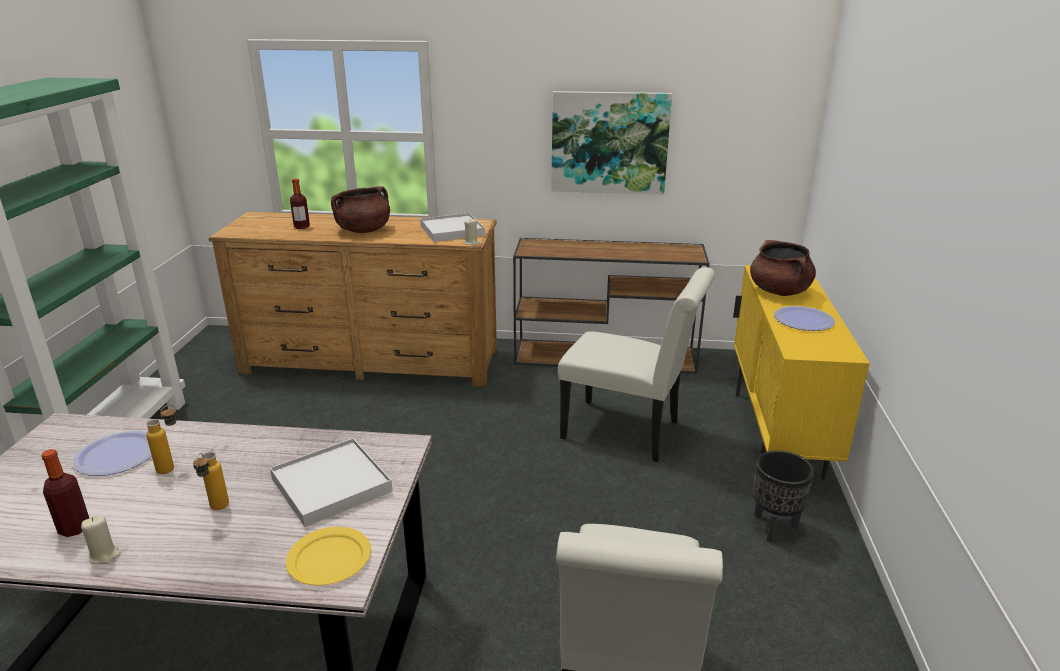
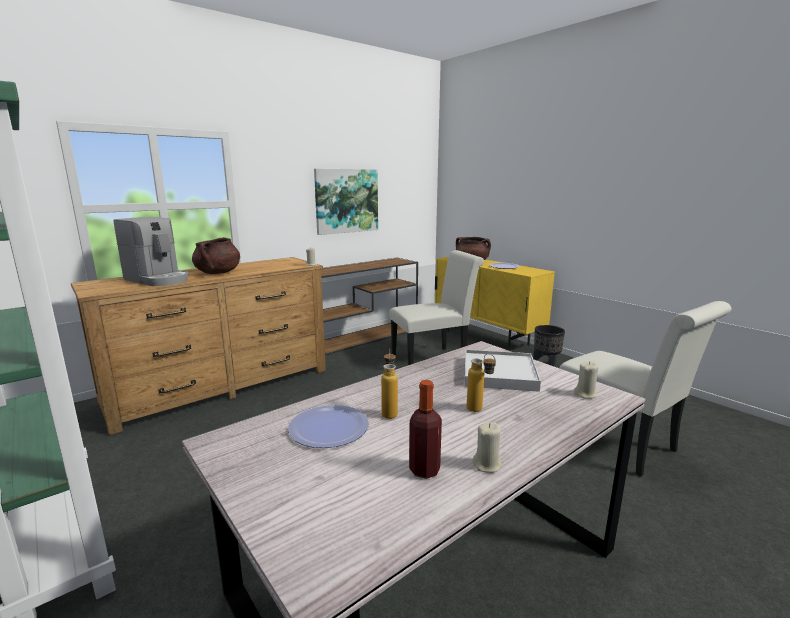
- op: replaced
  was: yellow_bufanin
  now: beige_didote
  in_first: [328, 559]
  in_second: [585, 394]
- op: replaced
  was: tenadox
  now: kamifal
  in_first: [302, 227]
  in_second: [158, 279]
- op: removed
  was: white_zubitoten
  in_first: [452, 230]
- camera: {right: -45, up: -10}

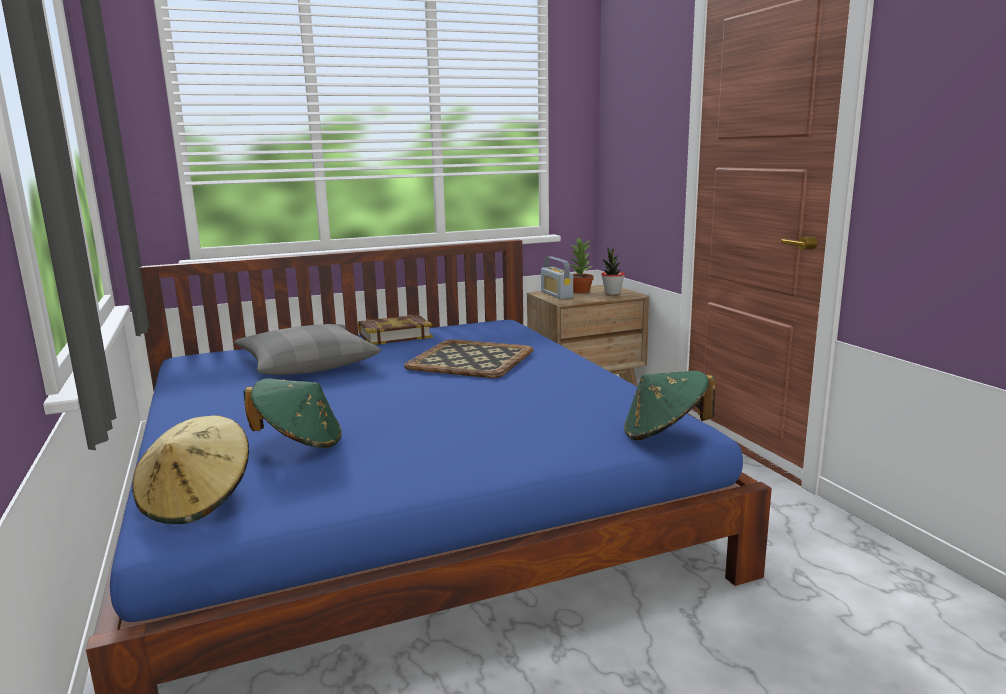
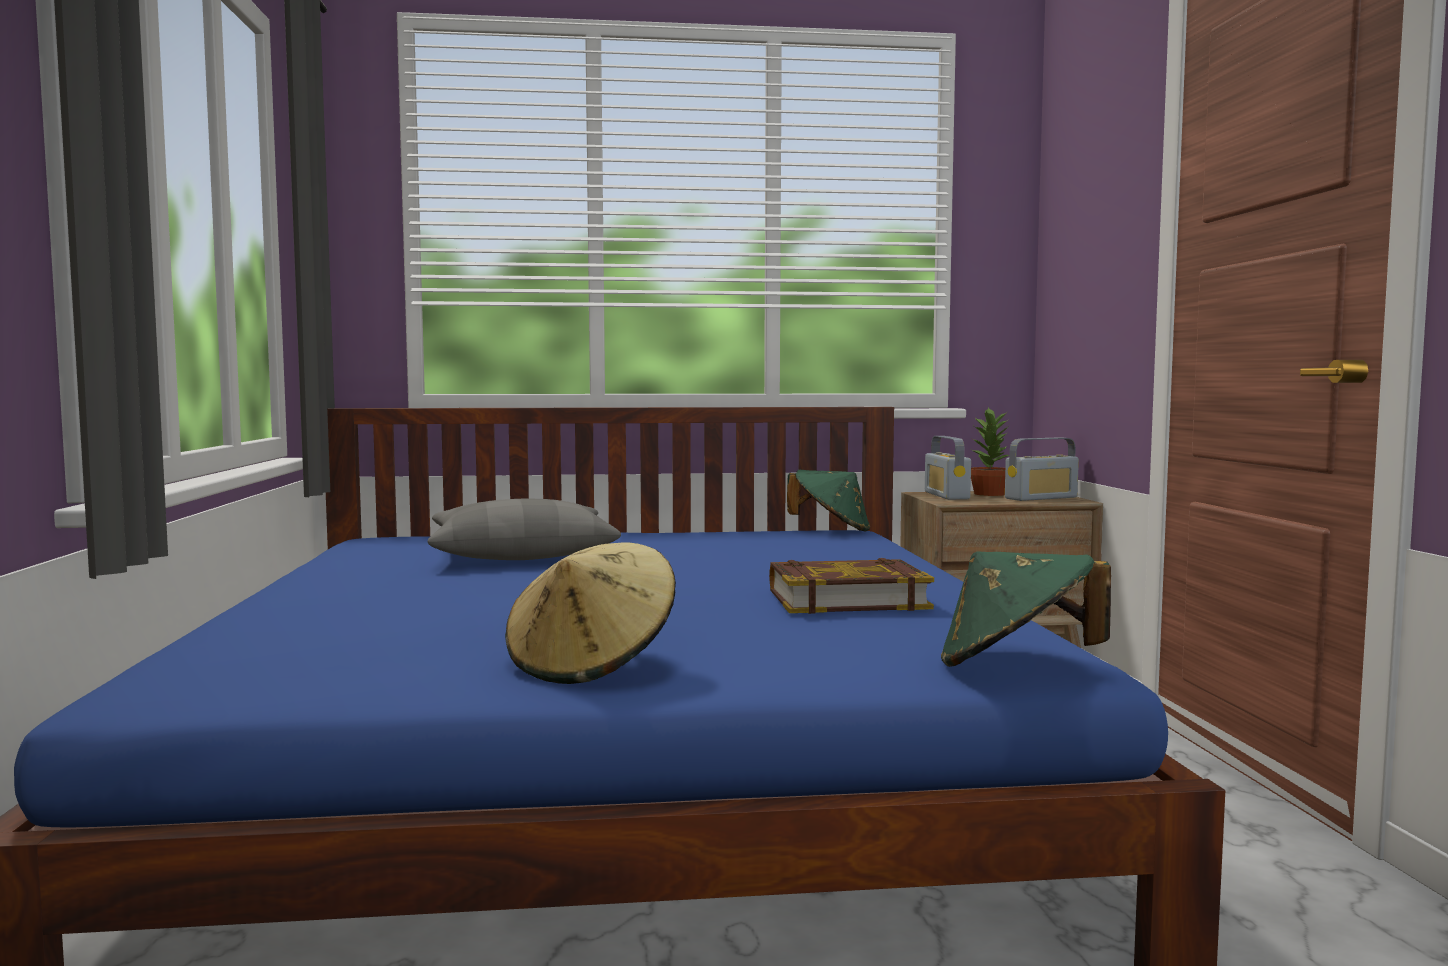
- op: moved
  was: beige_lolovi
  in_first: [197, 501]
  in_second: [592, 664]
- op: moved
  was: green_lolovi
  in_first: [299, 442]
  in_second: [831, 529]
- op: moved
  was: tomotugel
  in_first: [394, 335]
  in_second: [847, 599]
- op: removed
  was: zubitoten
  in_first: [469, 359]
- op: replaced
  was: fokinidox
  now: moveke
  in_first: [612, 293]
  in_second: [1041, 498]
- camera: {right: 15, up: -10}

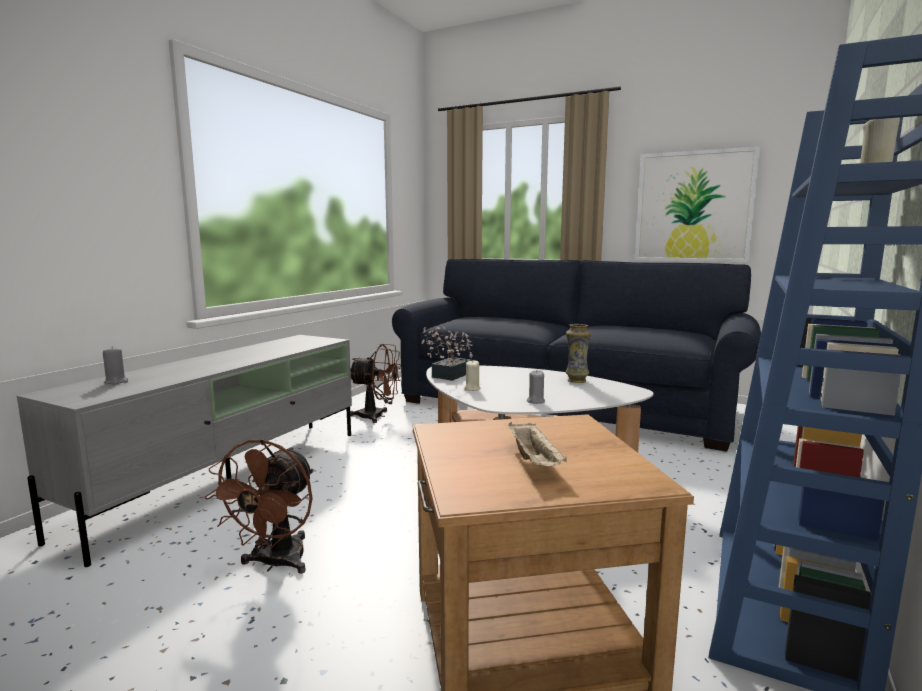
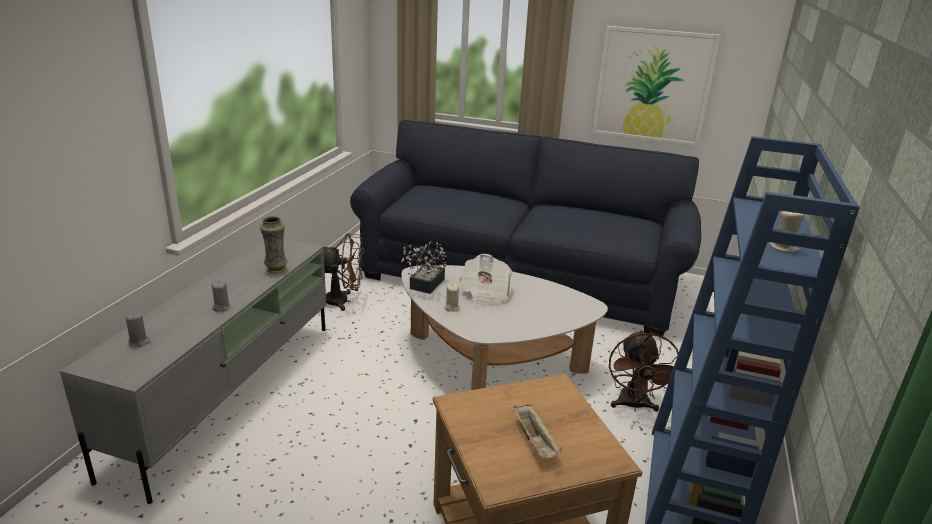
- op: moved
  was: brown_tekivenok
  in_first: [275, 564]
  in_second: [634, 406]
- op: moved
  was: grey_didote
  in_first: [535, 401]
  in_second: [221, 307]
- op: moved
  was: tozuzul
  in_first: [576, 380]
  in_second: [276, 269]
- op: added
  now: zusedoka
  in_second: [485, 294]
- camera: {right: -10, up: 15}

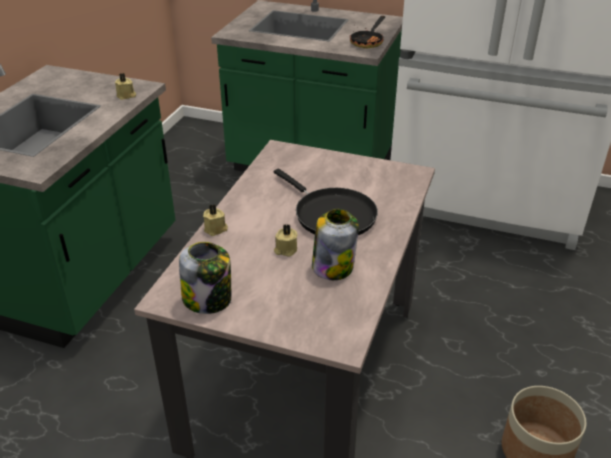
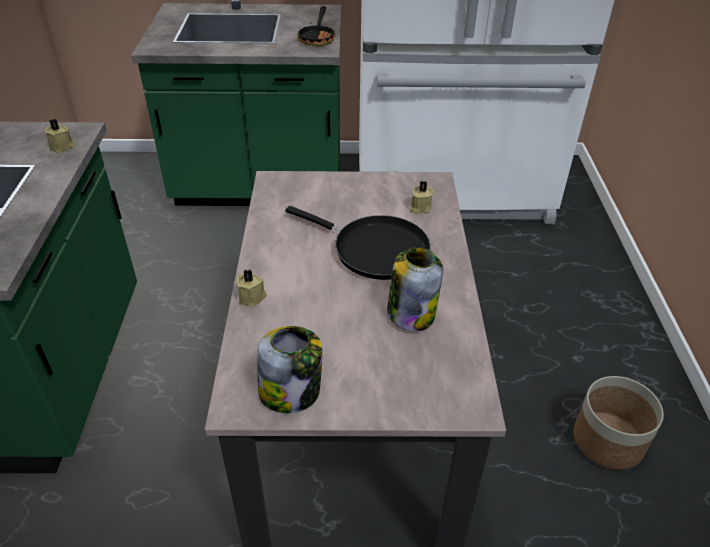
- op: moved
  was: beige_didote
  in_first: [285, 250]
  in_second: [419, 207]
- camera: {right: -20, up: 5}

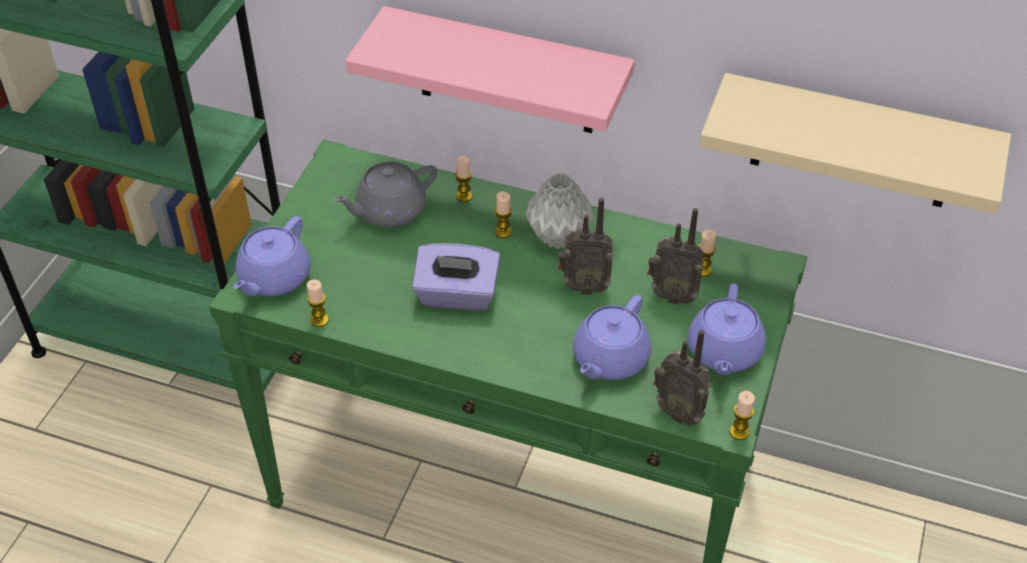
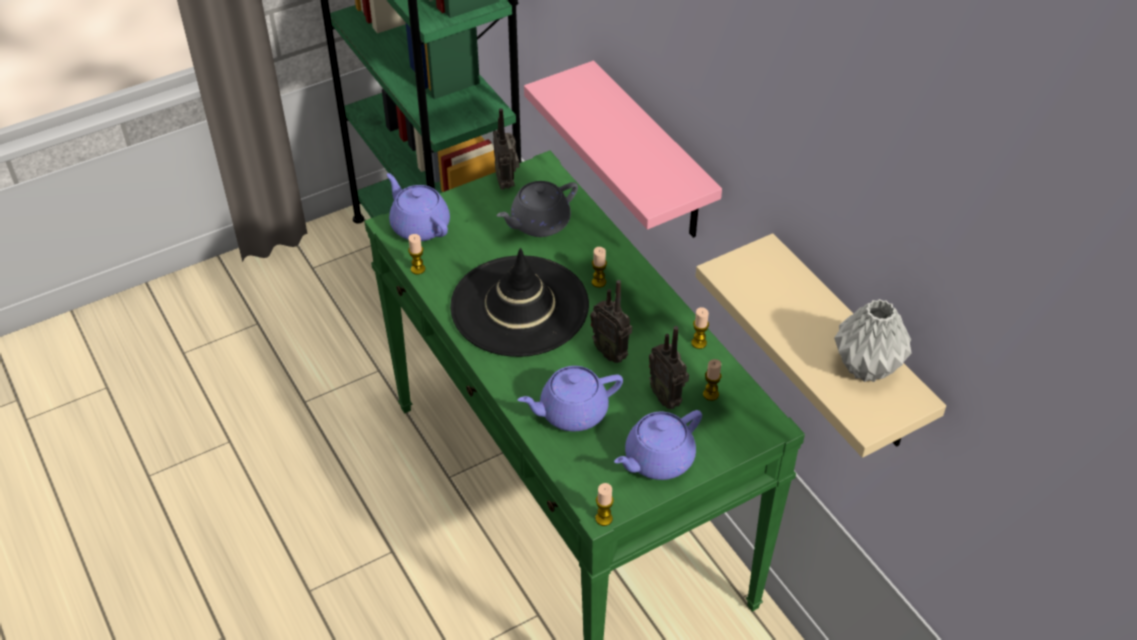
- op: turned
  was: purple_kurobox
  in_first: [273, 278]
  in_second: [419, 225]
  clockwise: 75
- op: turned
  was: grey_kurobox
  in_first: [389, 211]
  in_second: [538, 223]
  clockwise: -45
- op: replaced
  was: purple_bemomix
  now: black_lolovi
  in_first: [457, 296]
  in_second: [519, 306]
- op: moved
  was: didote
  in_first: [464, 196]
  in_second: [699, 343]
- op: moved
  was: grey_tozuzul
  in_first: [558, 237]
  in_second: [865, 368]
- op: moved
  was: moveke
  in_first: [679, 412]
  in_second: [507, 182]
- camera: {right: 40, up: 0}

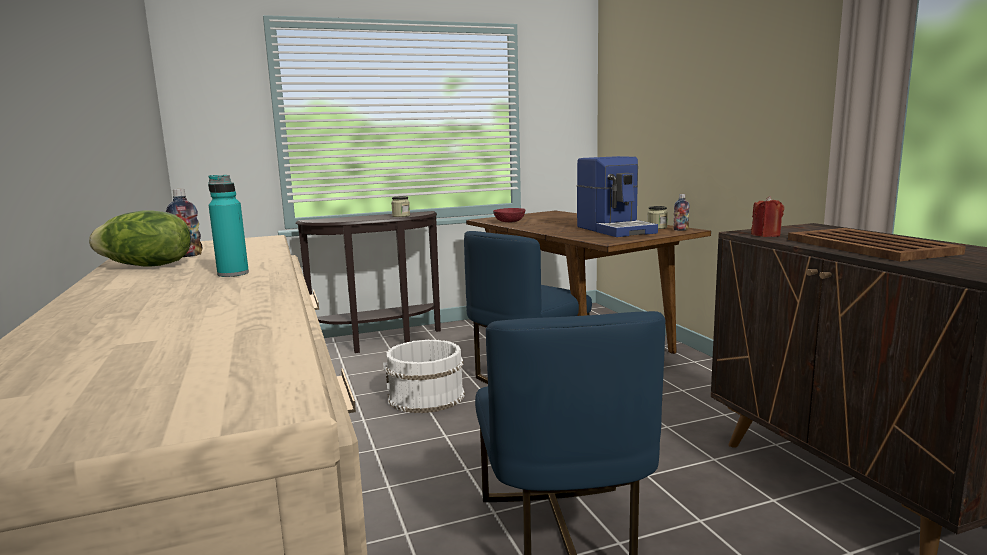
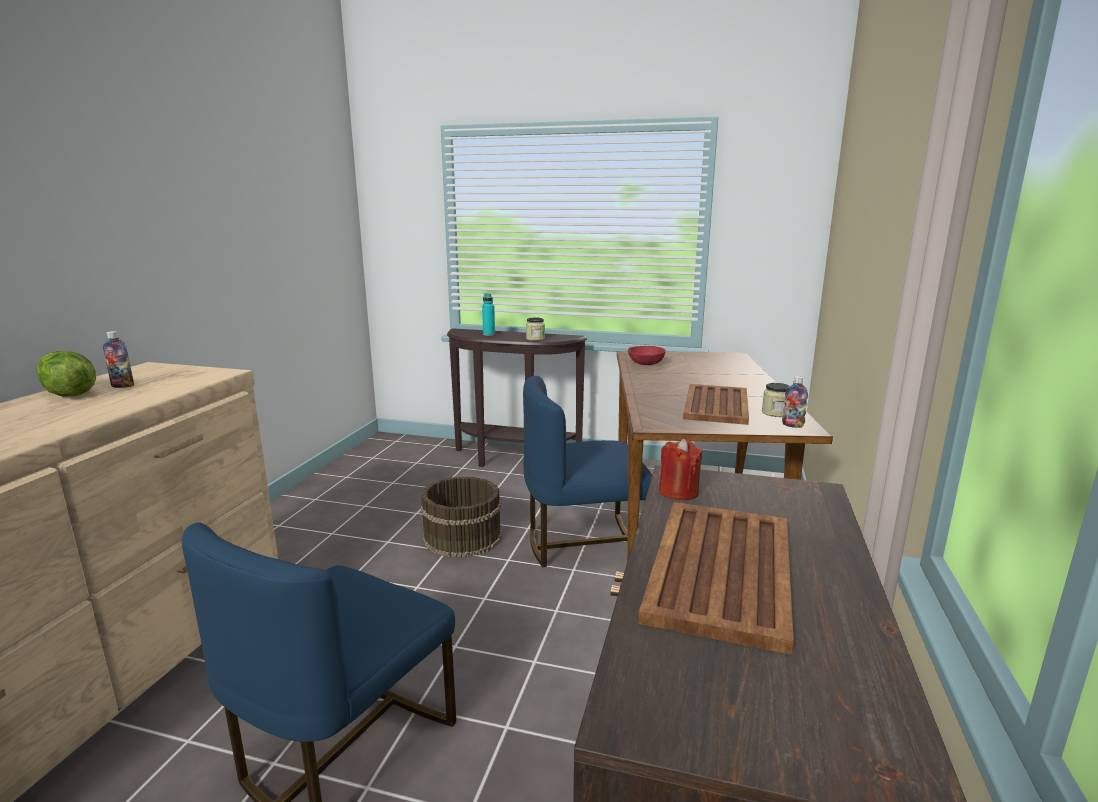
- op: moved
  was: turquoise_tenadox
  in_first: [233, 274]
  in_second: [489, 334]
- op: recoloured
  was: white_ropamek
  now: brown_ropamek
  in_first: [426, 397]
  in_second: [462, 537]
- op: replaced
  was: kamifal
  now: brown_zubitoten
  in_first: [615, 229]
  in_second: [716, 405]
- camera: {right: 35, up: 5}

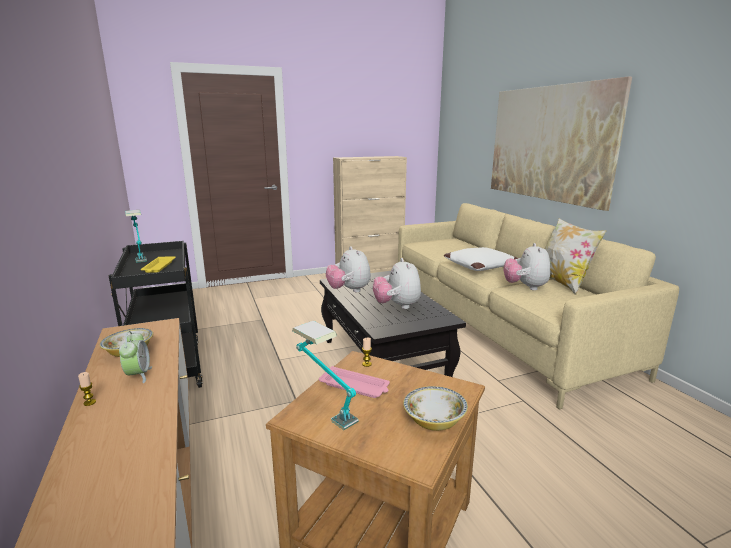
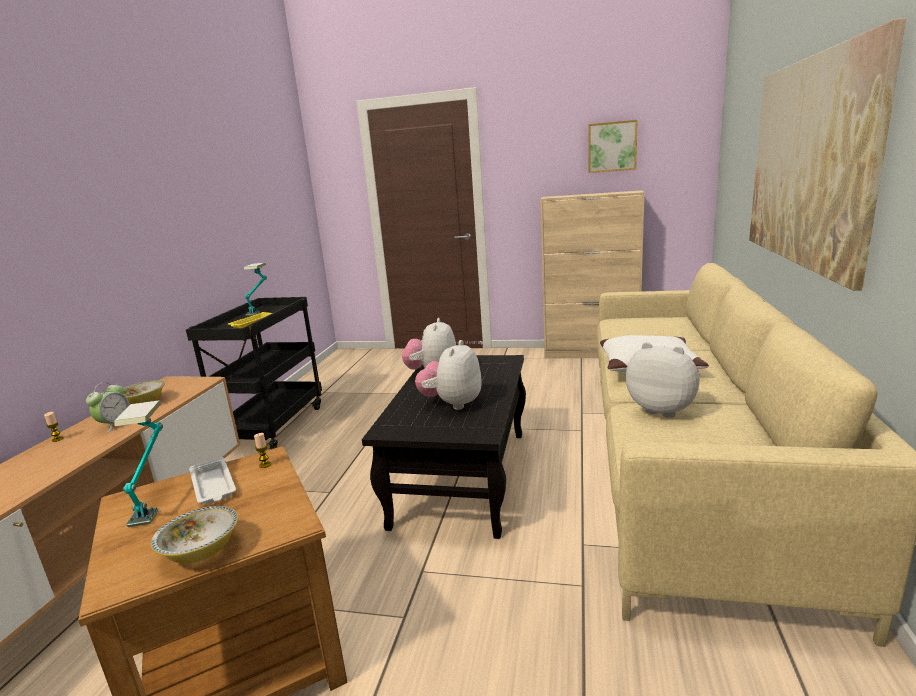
- op: recoloured
  was: pink_zubitoten
  now: white_zubitoten
  in_first: [355, 386]
  in_second: [213, 486]
- op: turned
  was: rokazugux
  in_first: [525, 287]
  in_second: [663, 409]
  clockwise: 90
- op: removed
  was: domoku
  in_first: [562, 283]
- op: added
  now: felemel
  in_second: [612, 146]
- camera: {right: 35, up: 0}

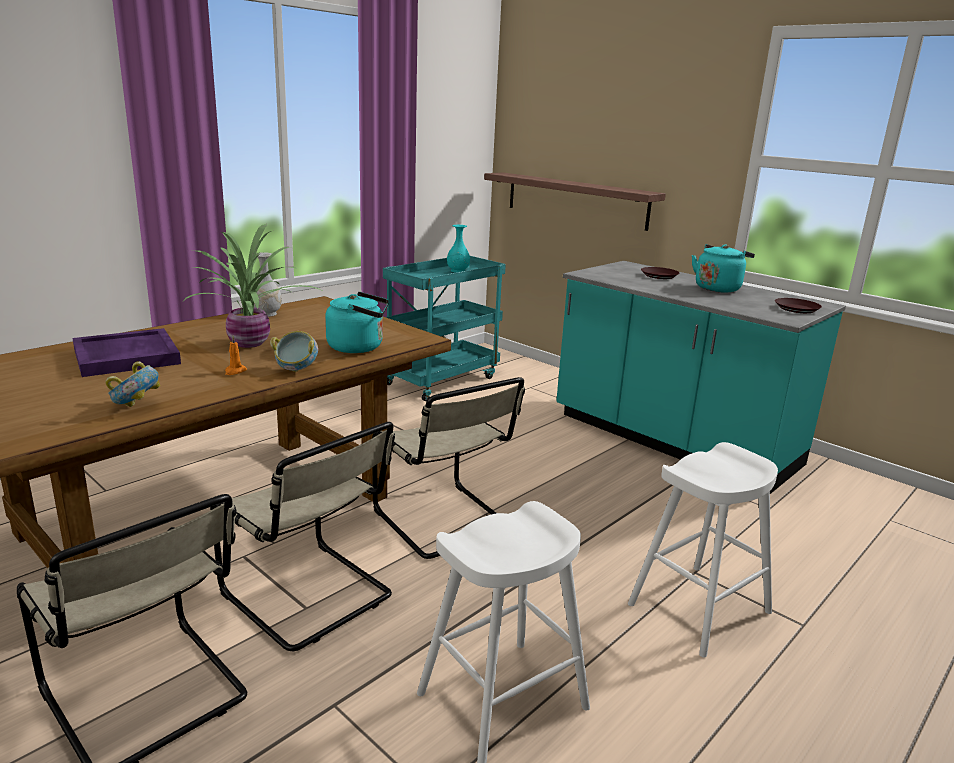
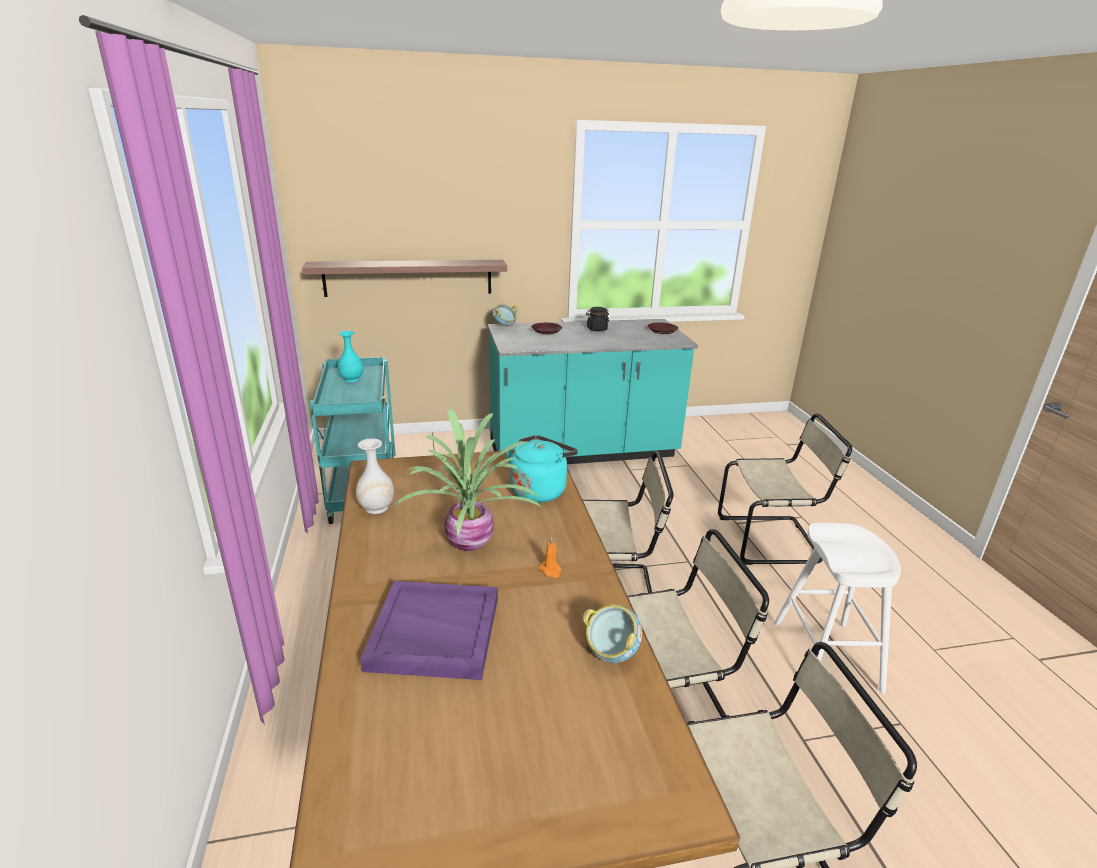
- op: moved
  was: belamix
  in_first: [296, 370]
  in_second: [505, 326]
- op: replaced
  was: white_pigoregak
  now: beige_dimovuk
  in_first: [699, 608]
  in_second: [771, 540]
- op: replaced
  was: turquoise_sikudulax
  now: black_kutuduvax
  in_first: [718, 288]
  in_second: [596, 329]
- camera: {right: -55, up: 5}

